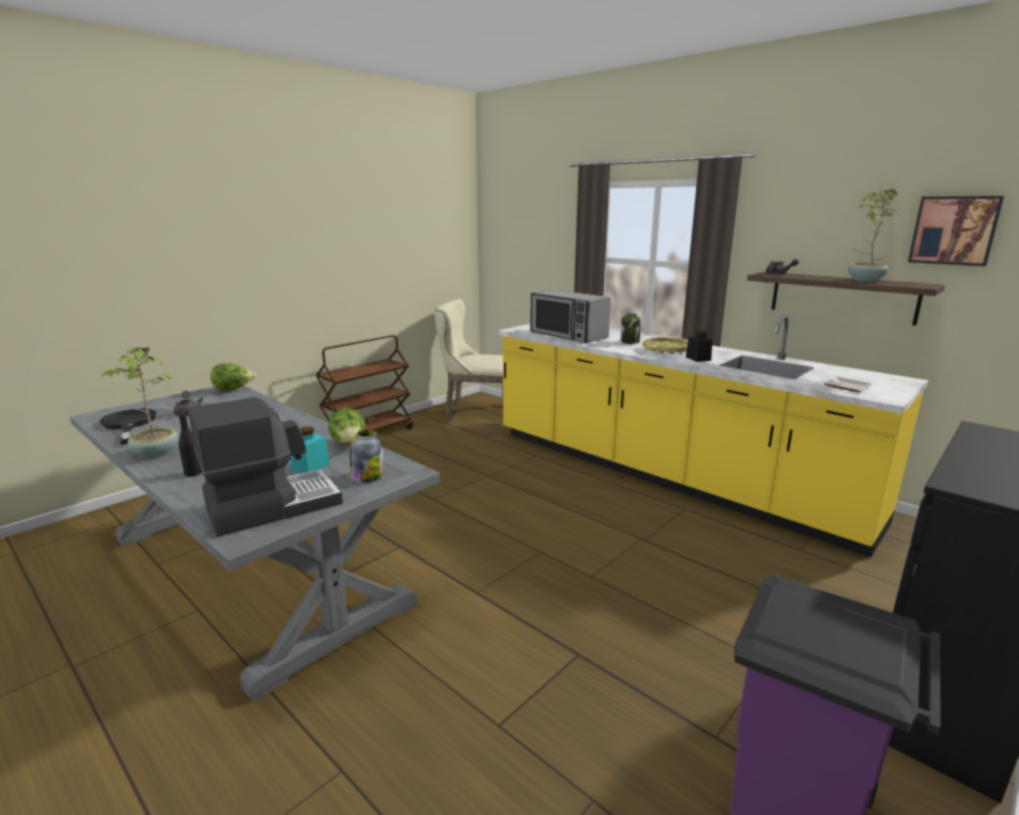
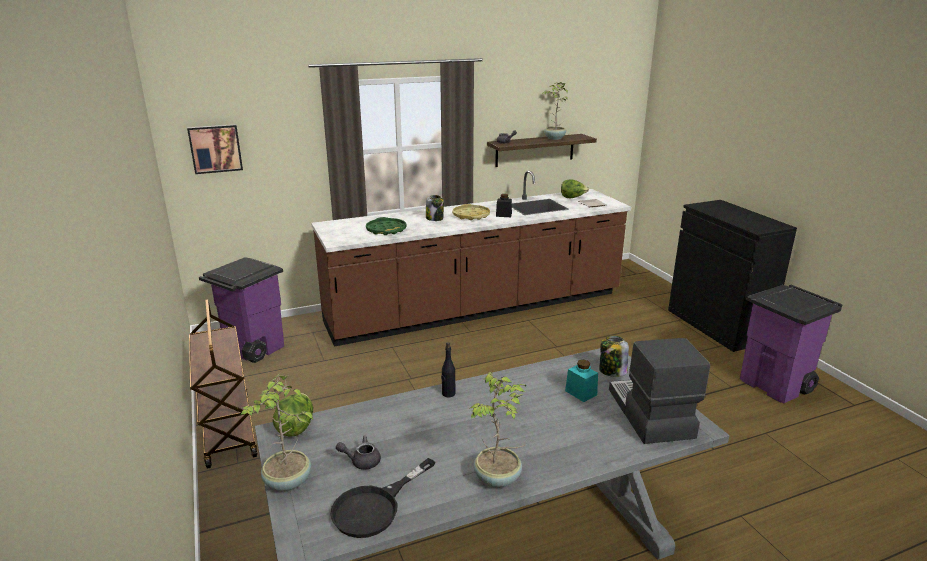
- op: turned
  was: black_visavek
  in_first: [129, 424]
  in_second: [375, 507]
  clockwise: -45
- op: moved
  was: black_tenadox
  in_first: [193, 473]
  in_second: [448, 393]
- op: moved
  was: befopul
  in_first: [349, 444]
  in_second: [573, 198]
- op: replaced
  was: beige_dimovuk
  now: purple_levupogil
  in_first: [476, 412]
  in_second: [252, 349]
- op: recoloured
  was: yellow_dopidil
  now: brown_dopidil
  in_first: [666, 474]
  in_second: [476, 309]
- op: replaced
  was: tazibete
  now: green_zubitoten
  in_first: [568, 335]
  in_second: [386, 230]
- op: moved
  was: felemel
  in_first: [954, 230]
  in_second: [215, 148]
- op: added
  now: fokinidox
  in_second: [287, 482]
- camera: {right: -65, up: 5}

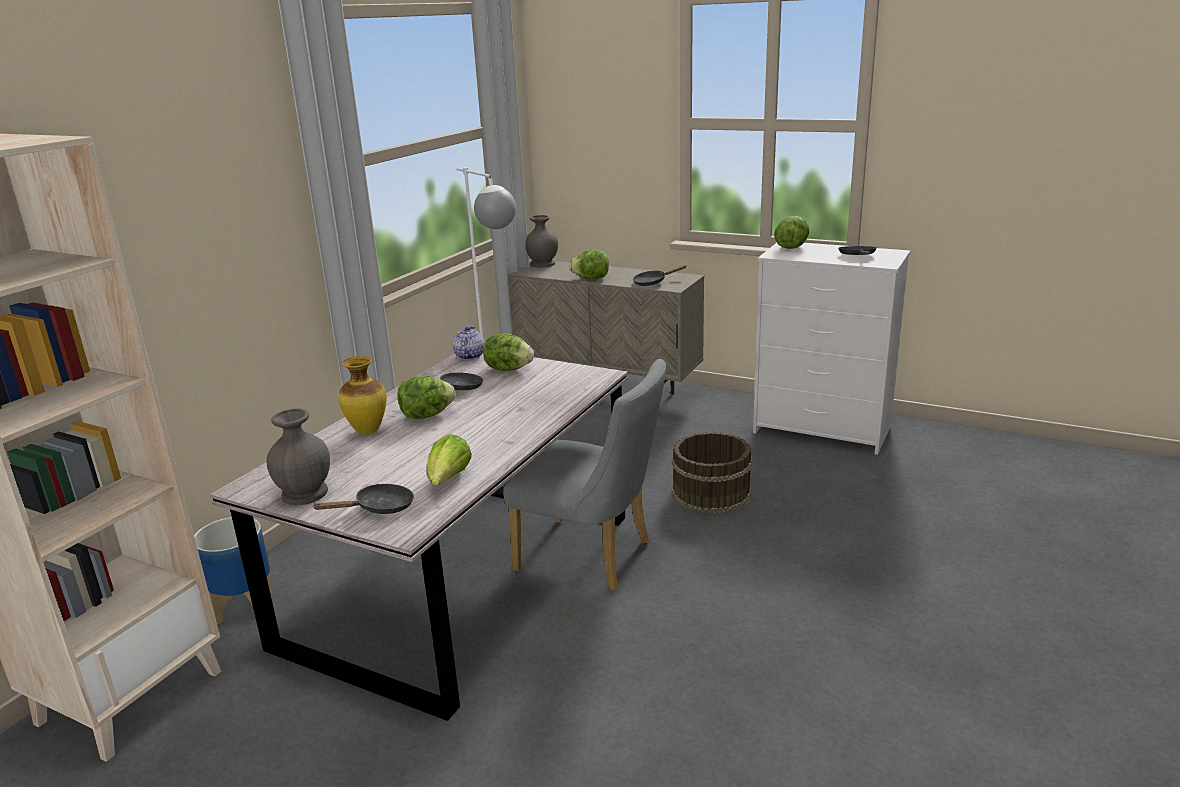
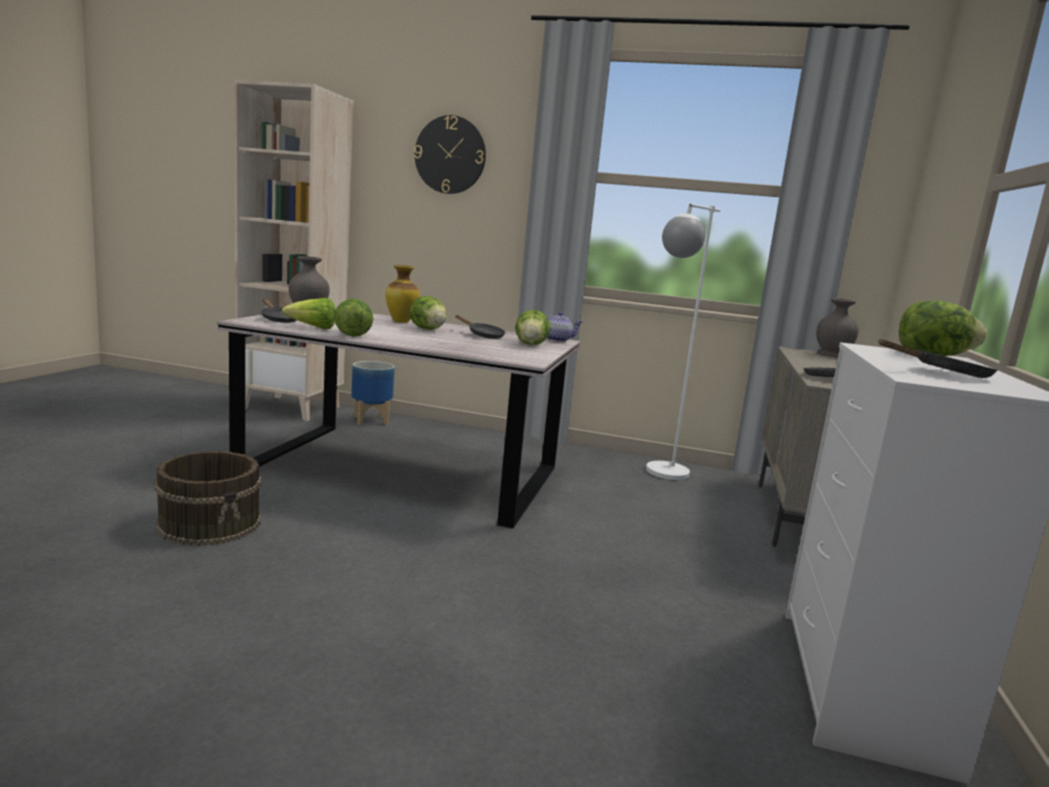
- op: removed
  was: grey_dimovuk
  in_first: [593, 557]
- op: moved
  was: befopul
  in_first: [591, 278]
  in_second: [353, 335]
- op: moved
  was: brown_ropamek
  in_first: [710, 492]
  in_second: [211, 523]
- op: added
  now: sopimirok
  in_second: [450, 155]
- camera: {right: 75, up: -10}

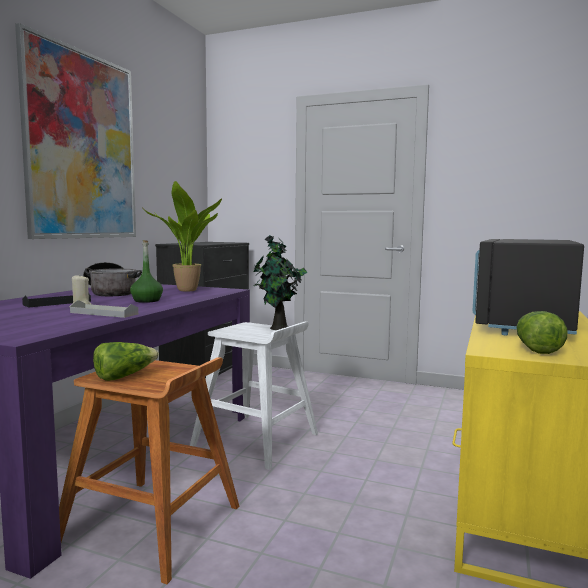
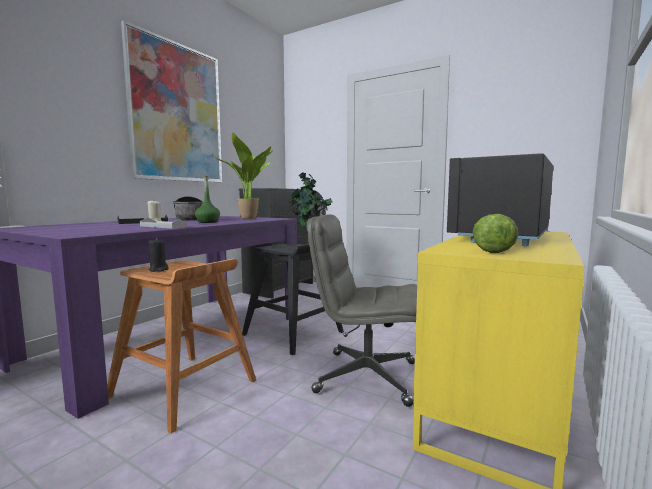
- op: replaced
  was: befopul
  now: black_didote
  in_first: [124, 376]
  in_second: [158, 270]
- op: recoloured
  was: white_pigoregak
  now: black_pigoregak
  in_first: [257, 440]
  in_second: [294, 333]
- op: added
  now: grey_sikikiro
  in_second: [365, 377]
- camera: {right: 10, up: 0}

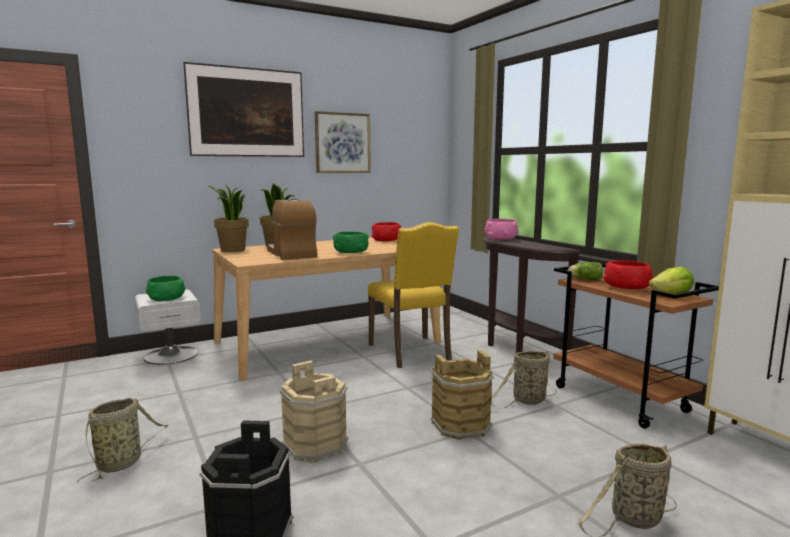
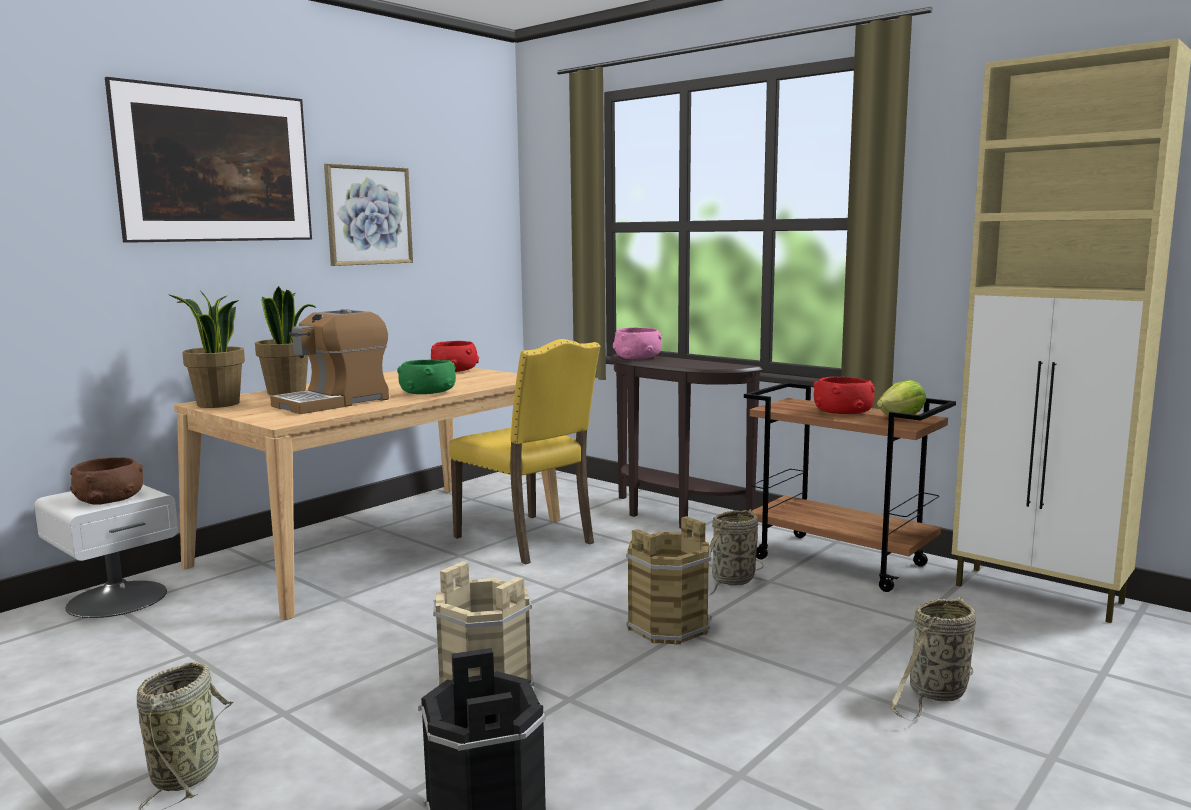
- op: recoloured
  was: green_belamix
  now: brown_belamix
  in_first: [167, 298]
  in_second: [110, 498]
- op: turned
  was: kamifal
  in_first: [291, 254]
  in_second: [333, 402]
  clockwise: -90
- op: removed
  was: befopul
  in_first: [584, 279]
- camera: {right: -20, up: 0}

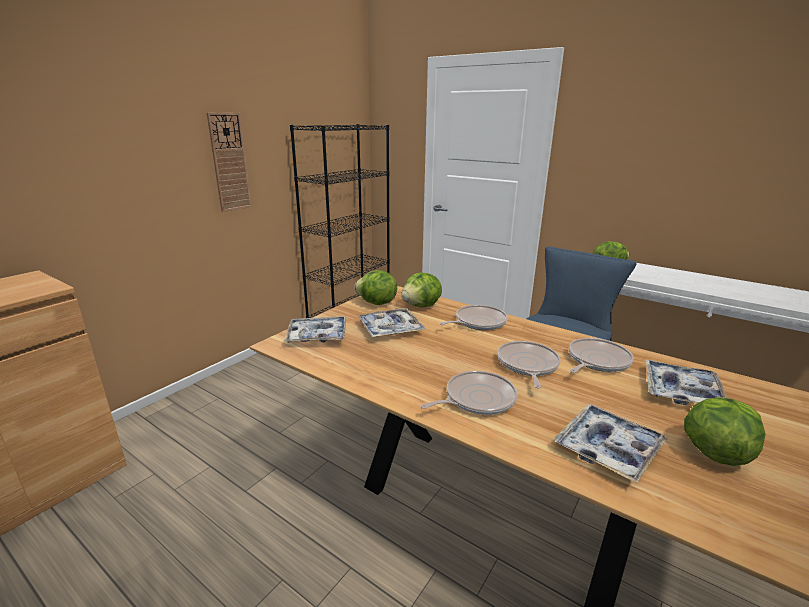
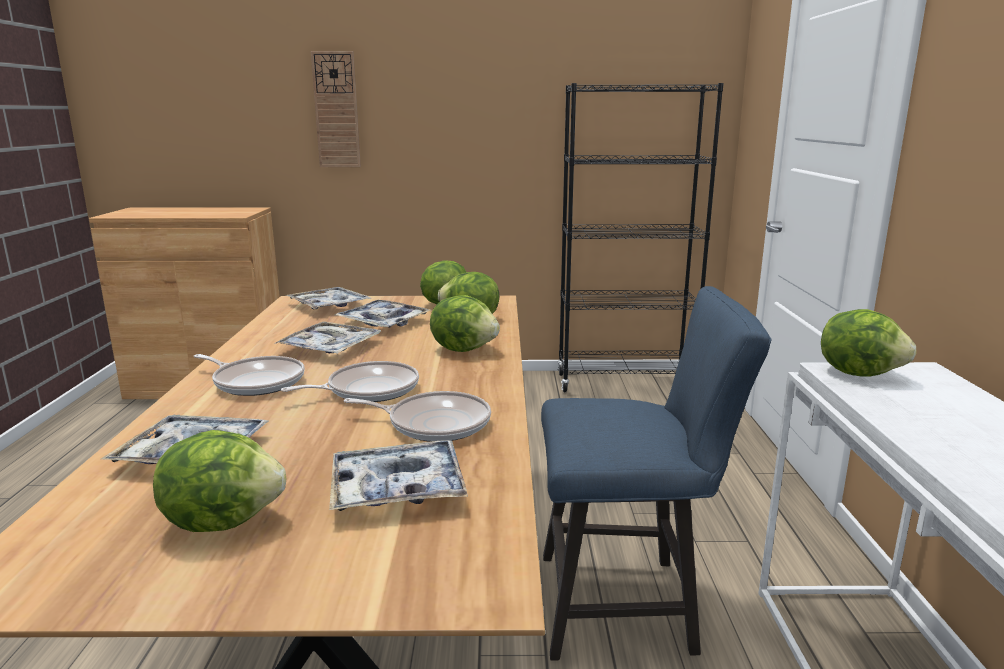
- op: moved
  was: sopimirok
  in_first: [229, 162]
  in_second: [336, 110]
- op: replaced
  was: visavek
  now: befopul
  in_first: [478, 322]
  in_second: [464, 349]
- op: added
  now: zubitoten
  in_second: [330, 347]
- camera: {right: 55, up: -5}

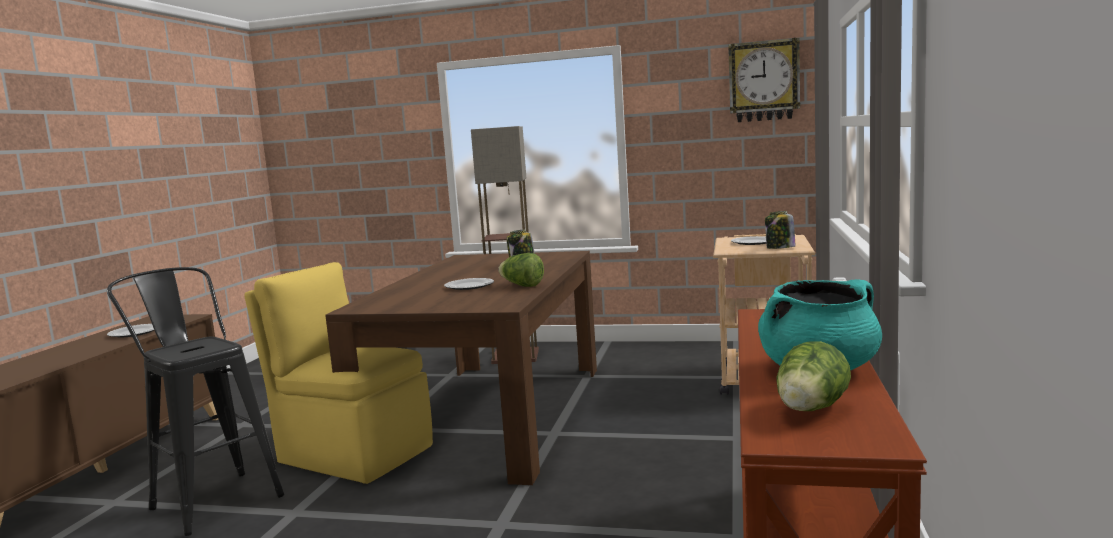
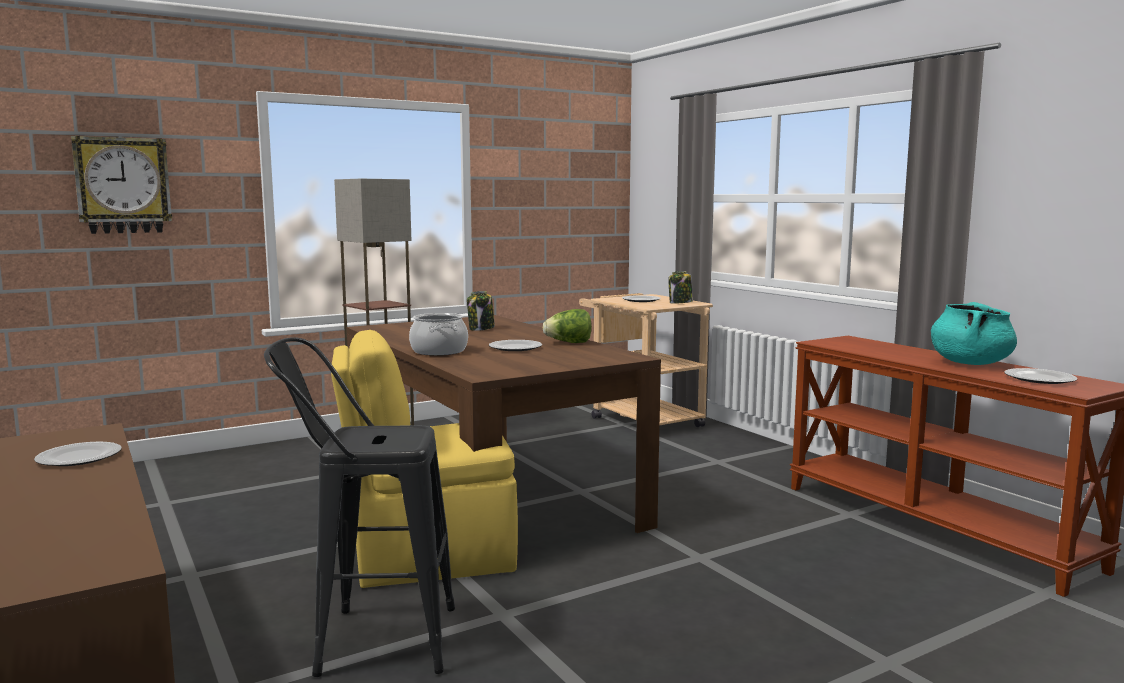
- op: moved
  was: sopimirok
  in_first: [764, 81]
  in_second: [123, 185]
- op: replaced
  was: befopul
  now: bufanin
  in_first: [810, 410]
  in_second: [1039, 379]
- op: added
  now: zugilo
  in_second: [438, 351]
- camera: {right: -45, up: 0}

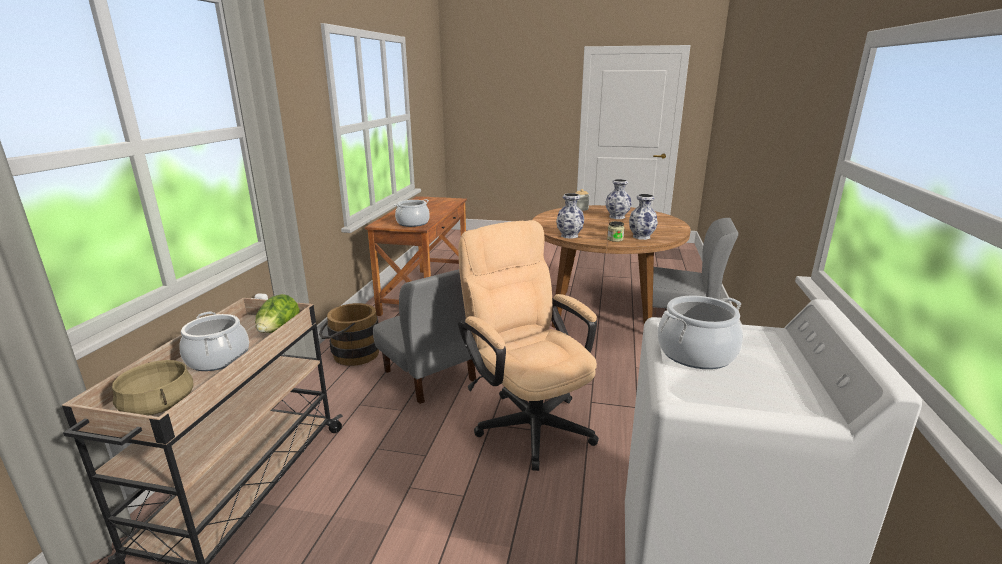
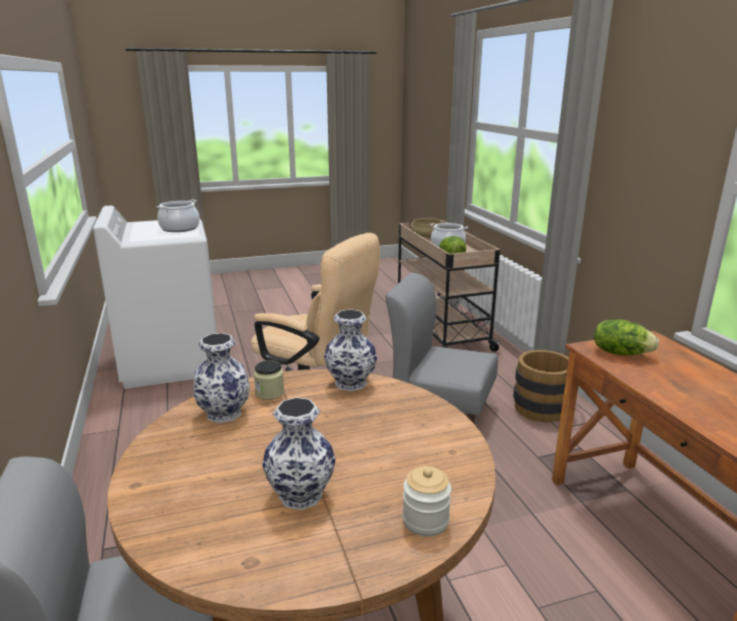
- op: replaced
  was: zugilo
  now: befopul
  in_first: [413, 223]
  in_second: [620, 353]
- camera: {right: 150, up: 0}

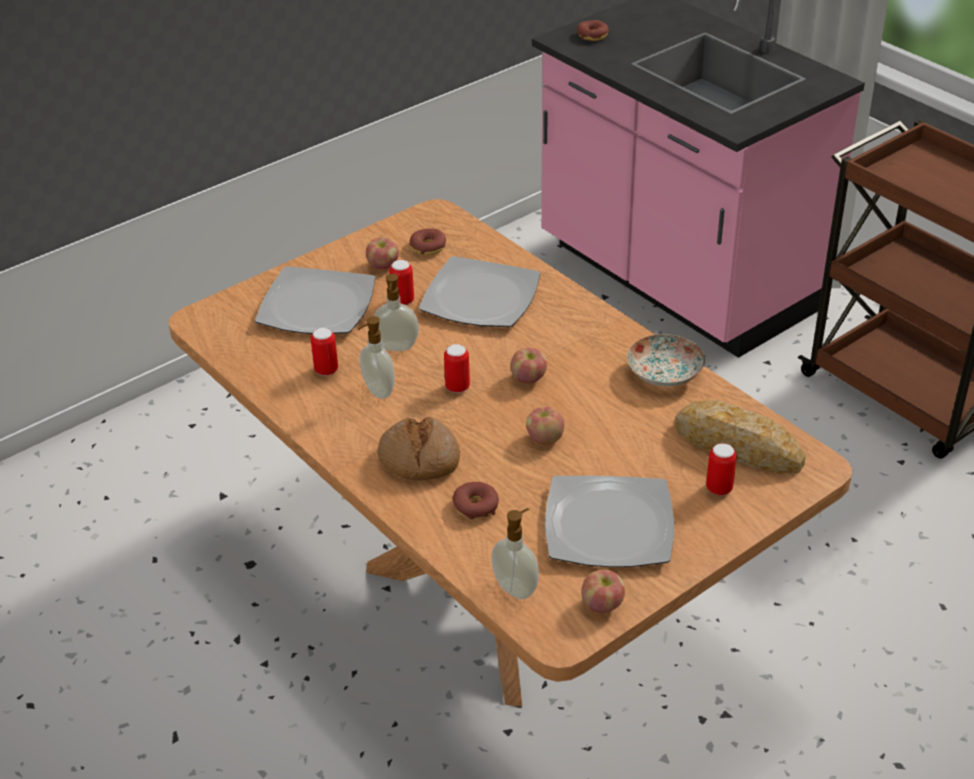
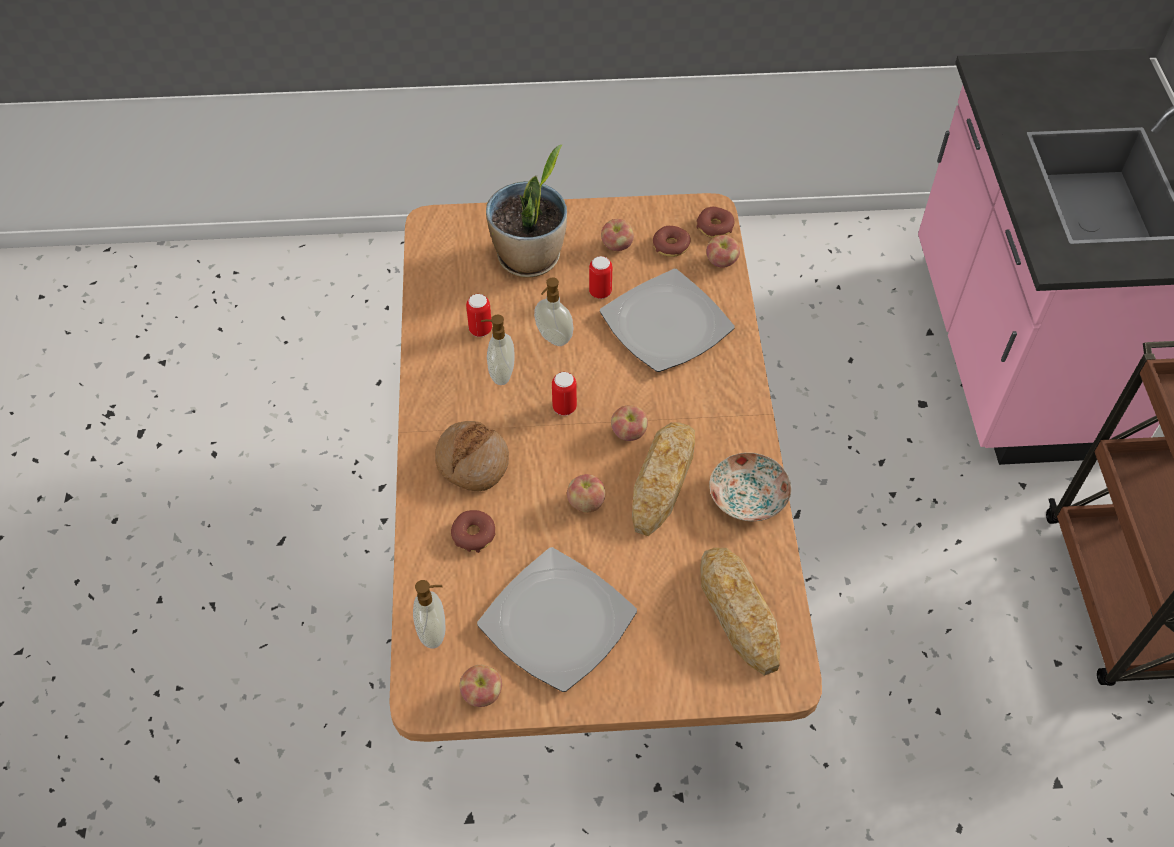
- op: replaced
  was: bufanin
  now: fokinidox
  in_first: [316, 305]
  in_second: [529, 258]
- op: moved
  was: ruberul
  in_first: [592, 35]
  in_second: [715, 227]
- op: removed
  was: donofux
  in_first: [719, 488]
- op: added
  now: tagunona
  in_second: [662, 481]
- op: added
  now: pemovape
  in_second: [721, 262]
- camera: {right: 35, up: 15}

